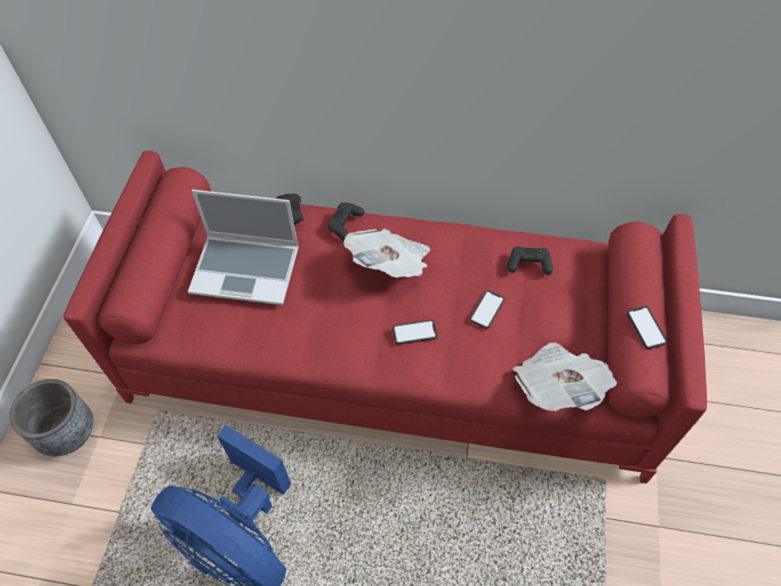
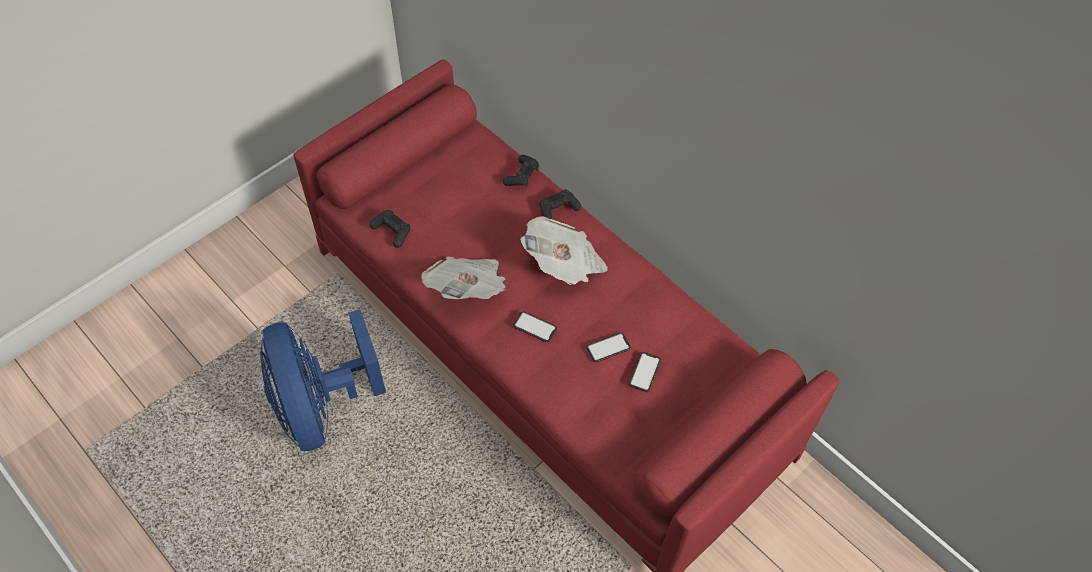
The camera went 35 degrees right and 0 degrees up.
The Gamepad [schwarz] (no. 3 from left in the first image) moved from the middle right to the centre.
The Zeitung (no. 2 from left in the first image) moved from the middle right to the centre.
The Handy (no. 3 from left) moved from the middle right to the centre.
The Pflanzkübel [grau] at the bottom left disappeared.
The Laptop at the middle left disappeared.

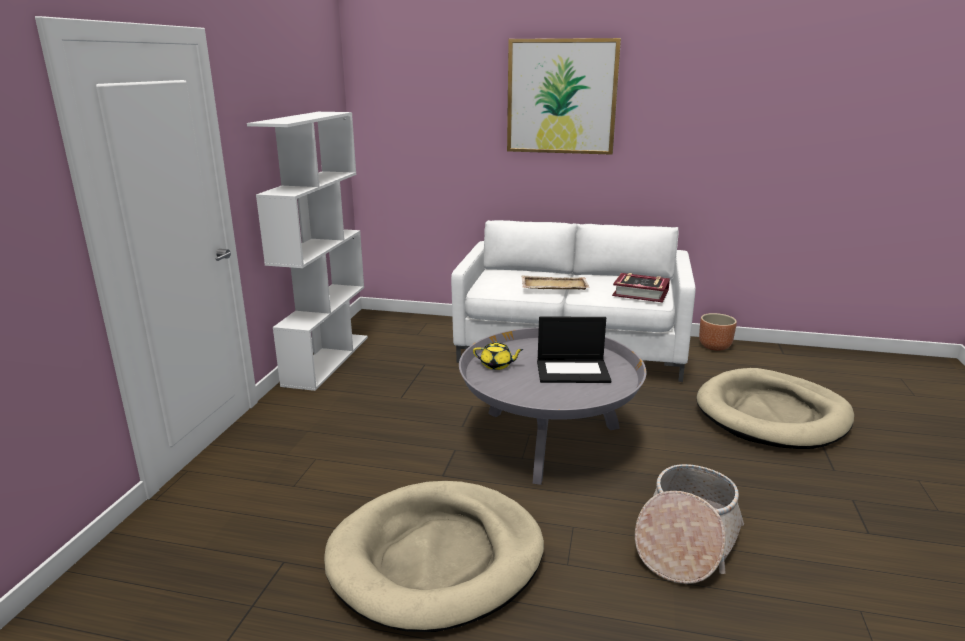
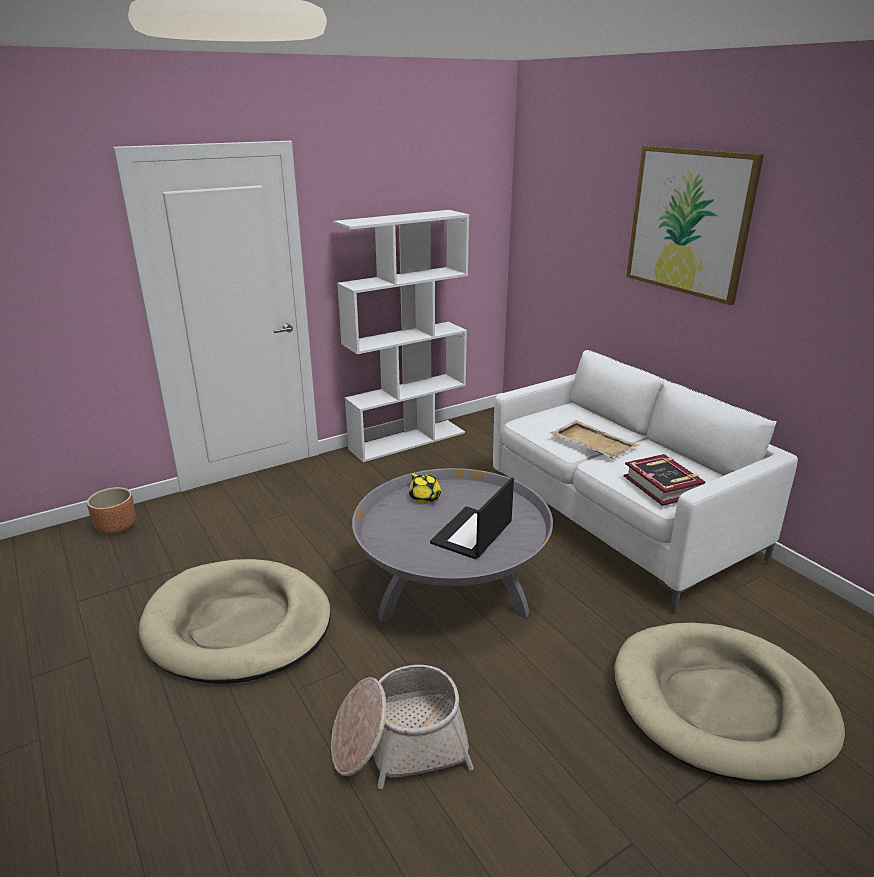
The camera went 45 degrees right and 5 degrees up.
The Pflanzkübel [braun] moved from the middle right to the middle left.
The Laptop at the centre turned 75 degrees clockwise.

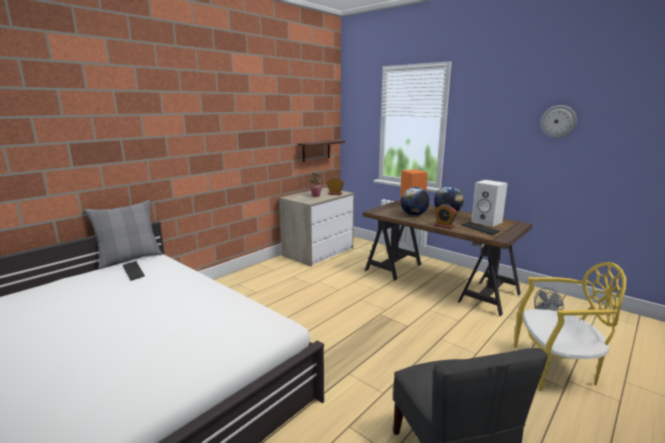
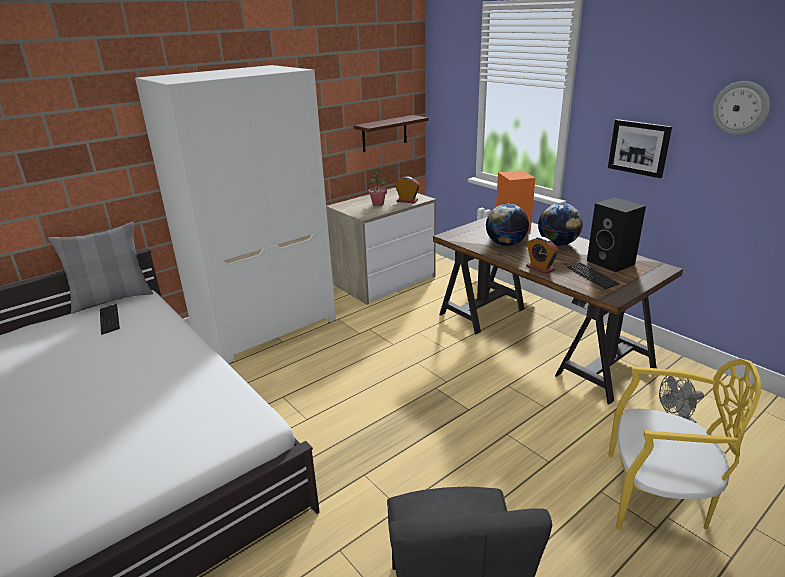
The camera went 10 degrees right and 10 degrees up.
The Kleiderschrank [weiß] at the middle left appeared.
The Lautsprecher [weiß] at the middle right became the Lautsprecher [schwarz] at the middle right.
The Bild at the top right appeared.

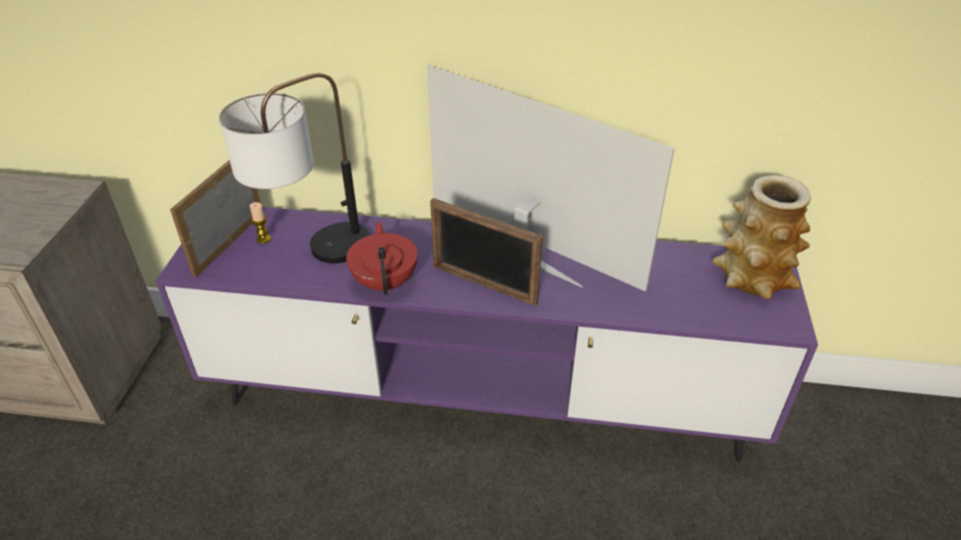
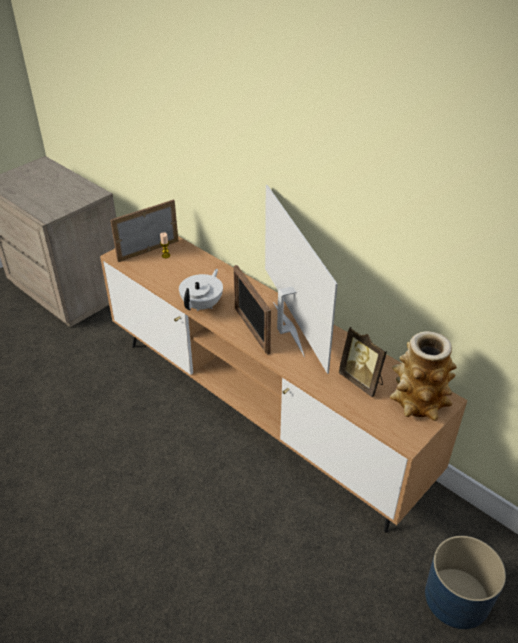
The camera went 35 degrees right and 0 degrees up.
The Fernsehschrank [lila] at the centre became the Fernsehschrank [braun] at the centre.
The Teekanne [rot] at the centre became the Teekanne [weiß] at the centre.
The Bilderrahmen (no. 3 from left) at the middle right appeared.
The Pflanzkübel [blau] at the bottom right appeared.
The Tischlampe at the top left disappeared.

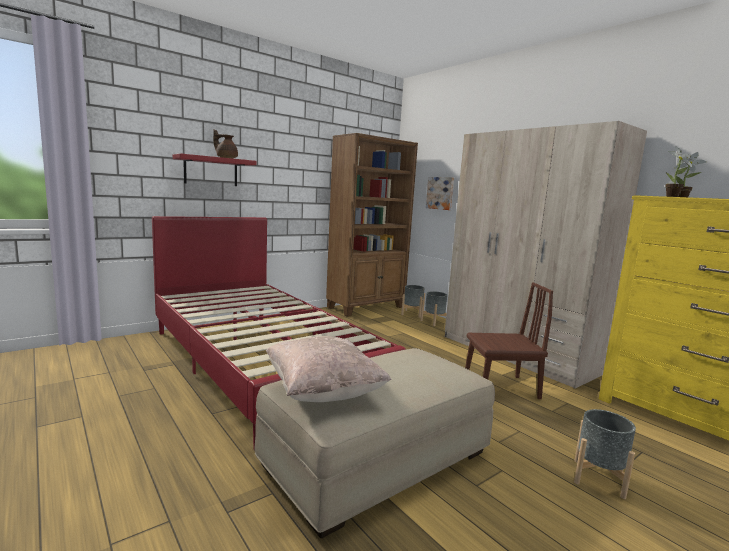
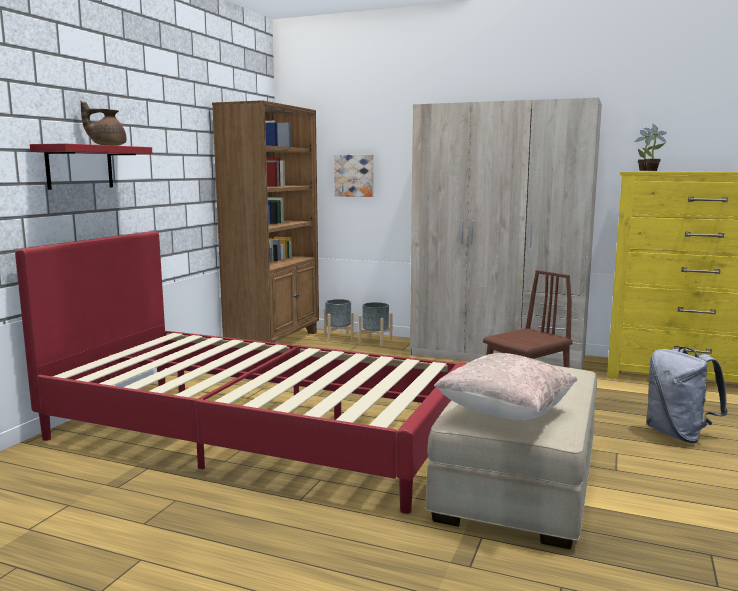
The camera went 30 degrees left and 0 degrees up.
The Pflanzkübel [grau] (no. 3 from left) at the bottom right was replaced by the Rucksack [grau] at the bottom right.

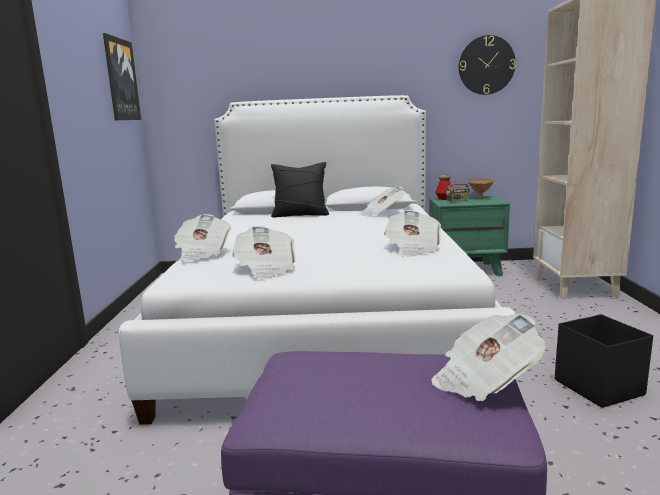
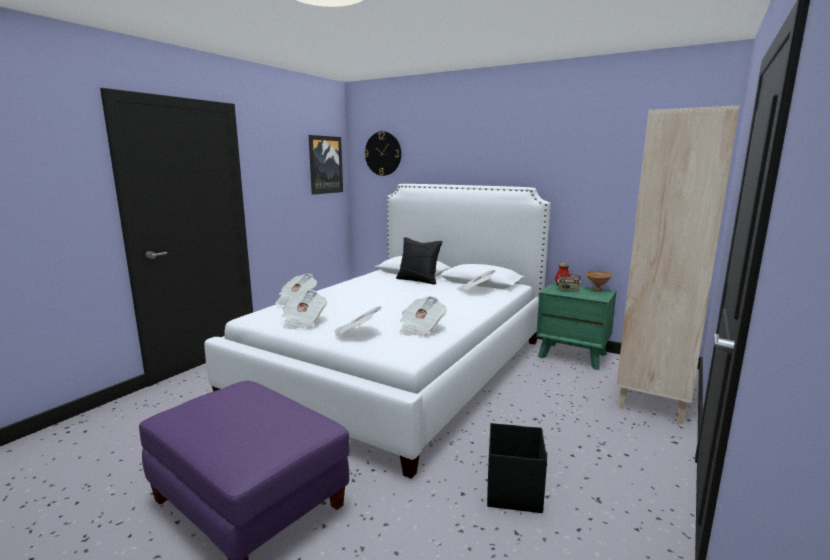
The camera went 30 degrees right and 0 degrees up.
The Zeitung (no. 5 from left in the first image) moved from the bottom right to the centre.
The Wanduhr moved from the top right to the top centre.

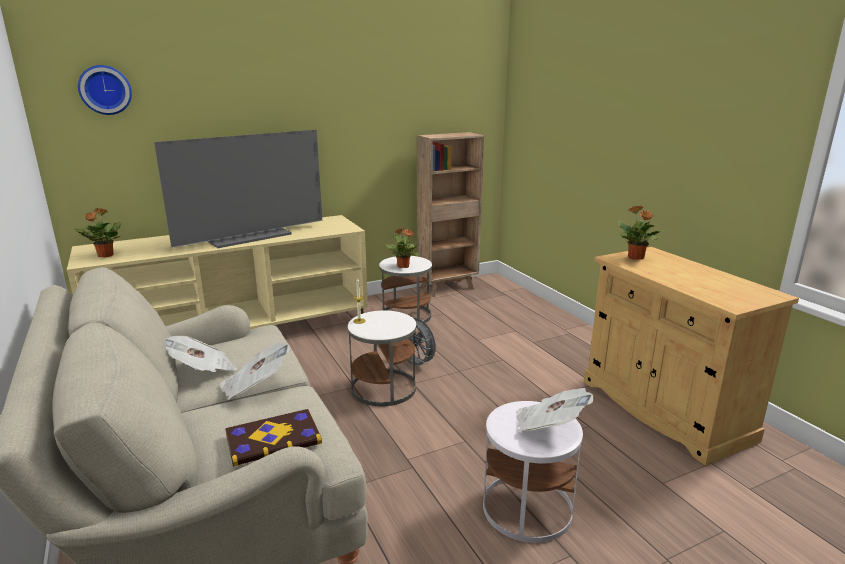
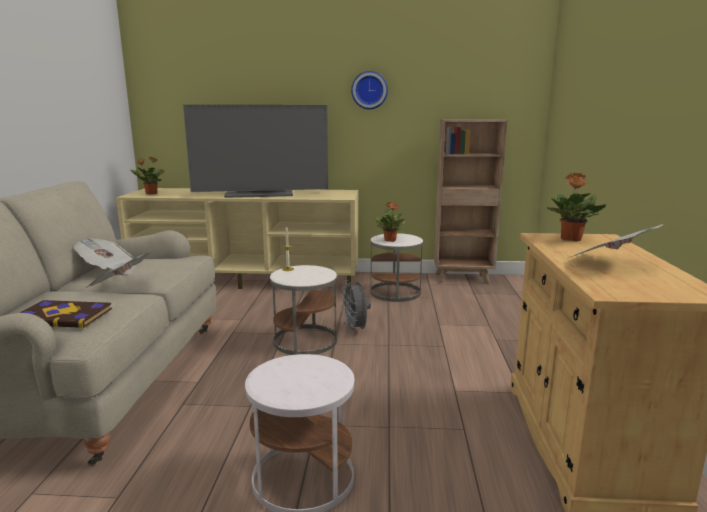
The camera went 30 degrees right and 5 degrees down.
The Wanduhr moved from the top left to the top centre.
The Zeitung (no. 3 from left) moved from the bottom centre to the middle right.

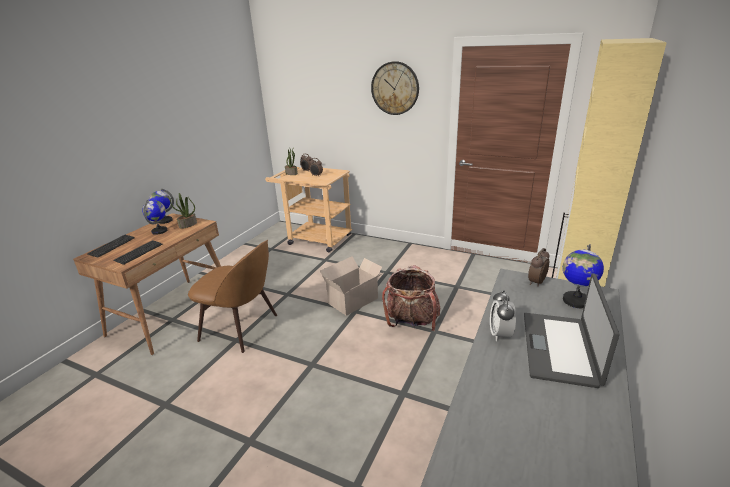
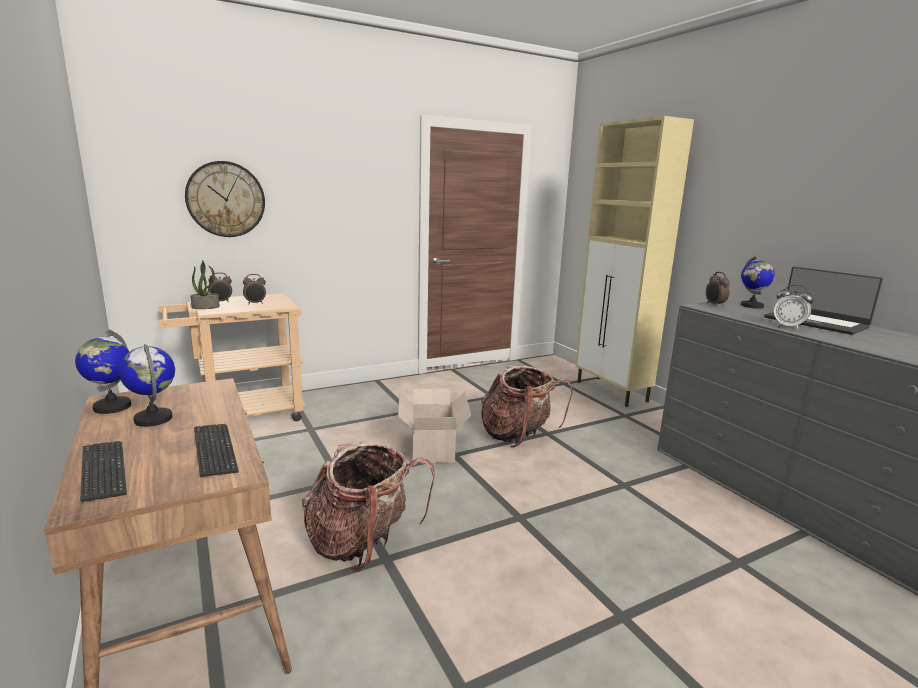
The camera went 55 degrees left and 10 degrees down.
The Wanduhr moved from the top centre to the top left.
The Stuhl [braun] at the middle left was replaced by the Rucksack (no. 1 from left) at the bottom centre.
The Topfpflanze (no. 1 from left) at the middle left disappeared.

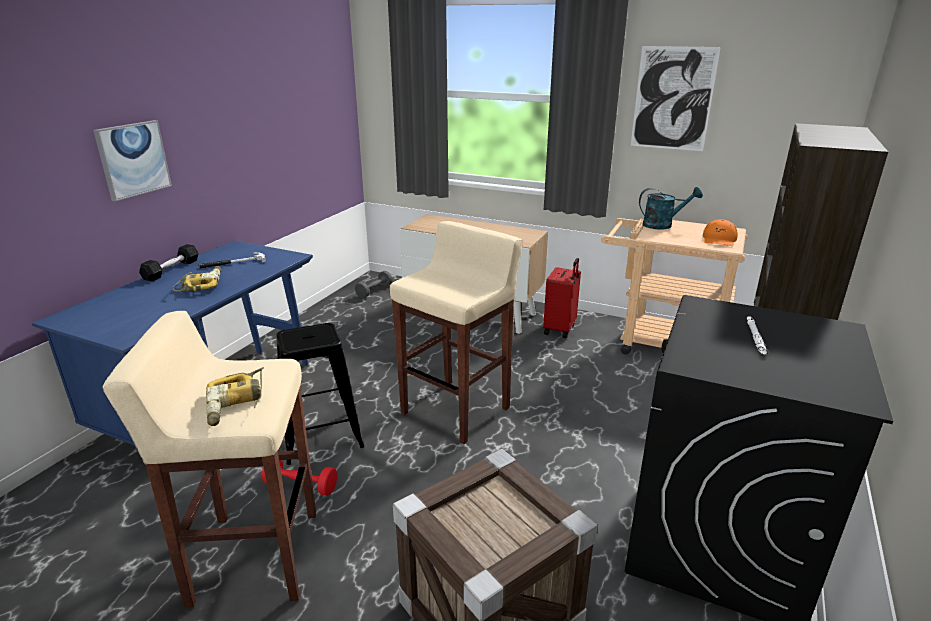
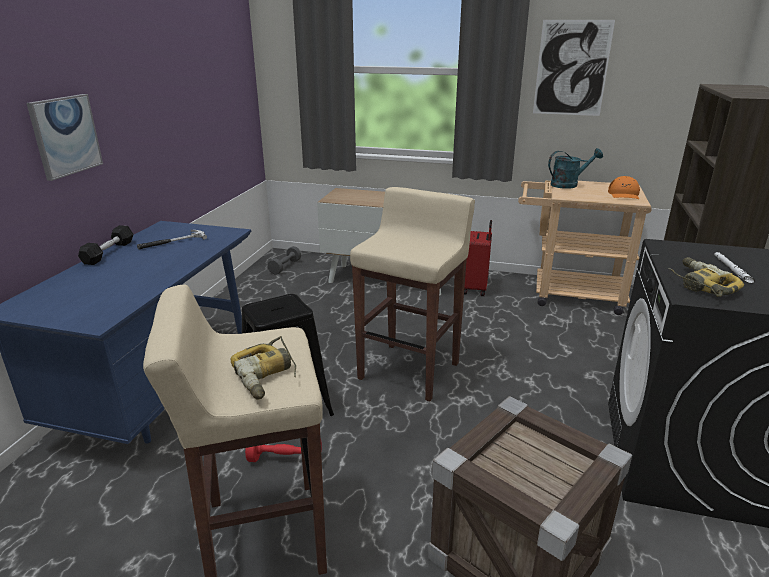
The camera went 10 degrees left and 0 degrees up.
The Bohrmaschine (no. 1 from left in the first image) moved from the middle left to the middle right.

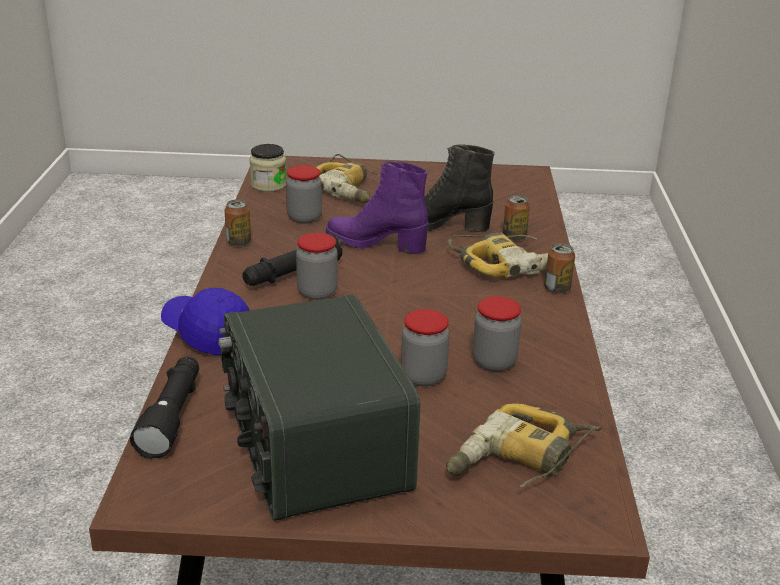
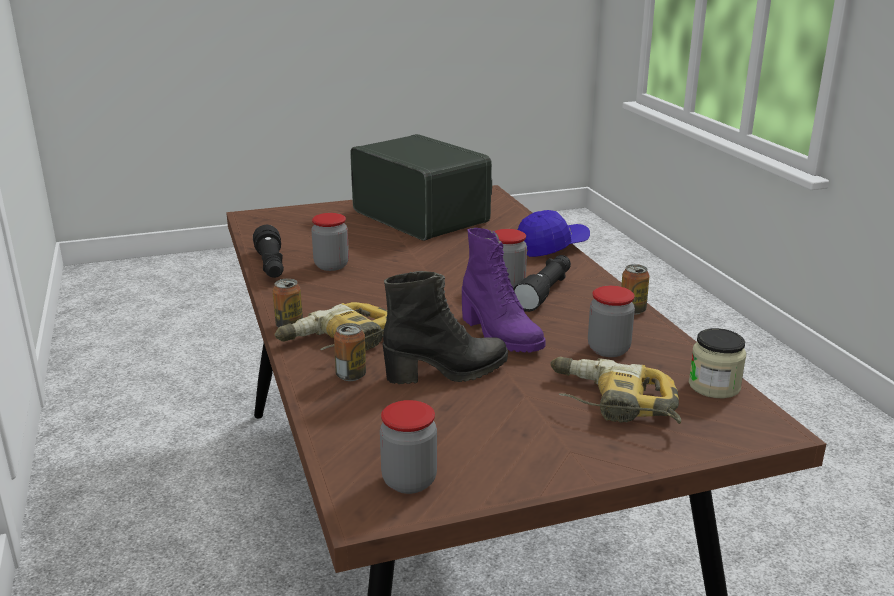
The camera went 160 degrees right and 5 degrees down.
The Taschenlampe [schwarz] (no. 1 from left) moved from the bottom left to the middle left.
The Vorratsglas (no. 4 from left in the first image) moved from the centre to the bottom centre.
The Stiefel [lila] at the centre turned 60 degrees clockwise.
The Kappe [blau] at the middle left turned 45 degrees counterclockwise.
The Bohrmaschine (no. 3 from left) at the bottom right disappeared.

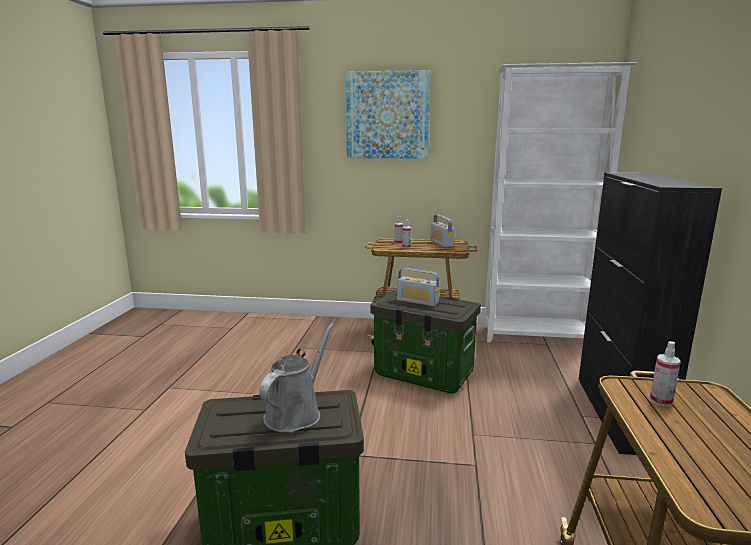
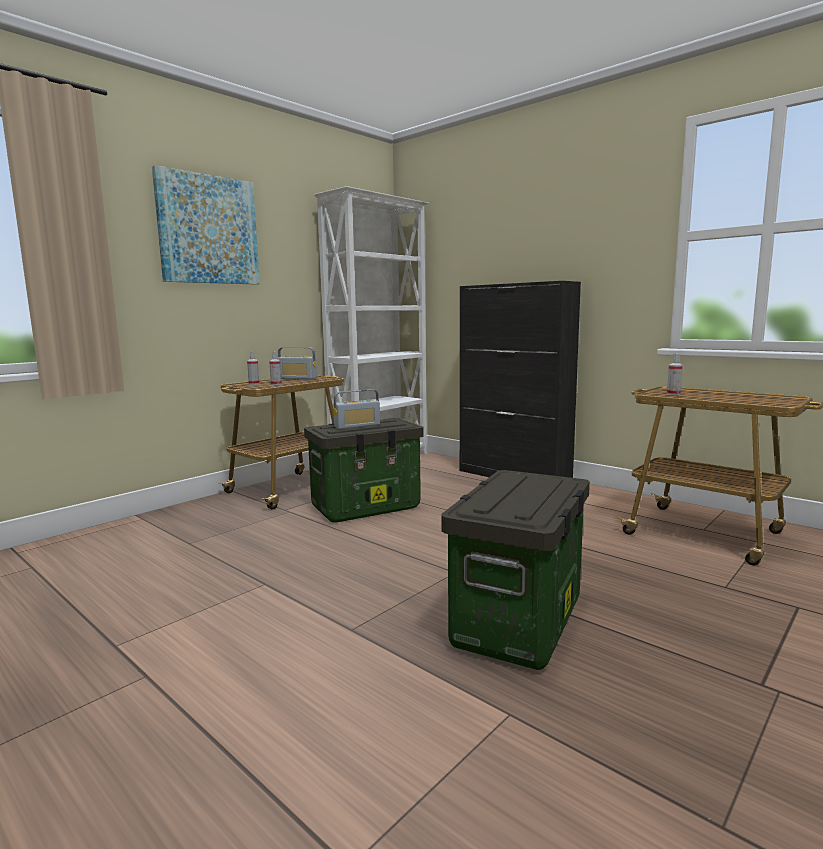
The camera went 55 degrees left and 5 degrees down.
The Gießkanne [grau] at the bottom centre disappeared.

